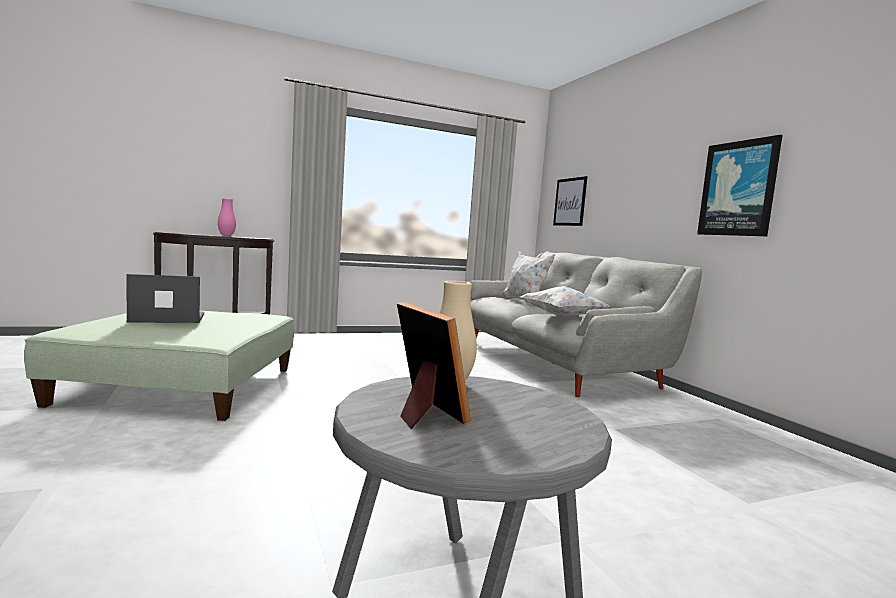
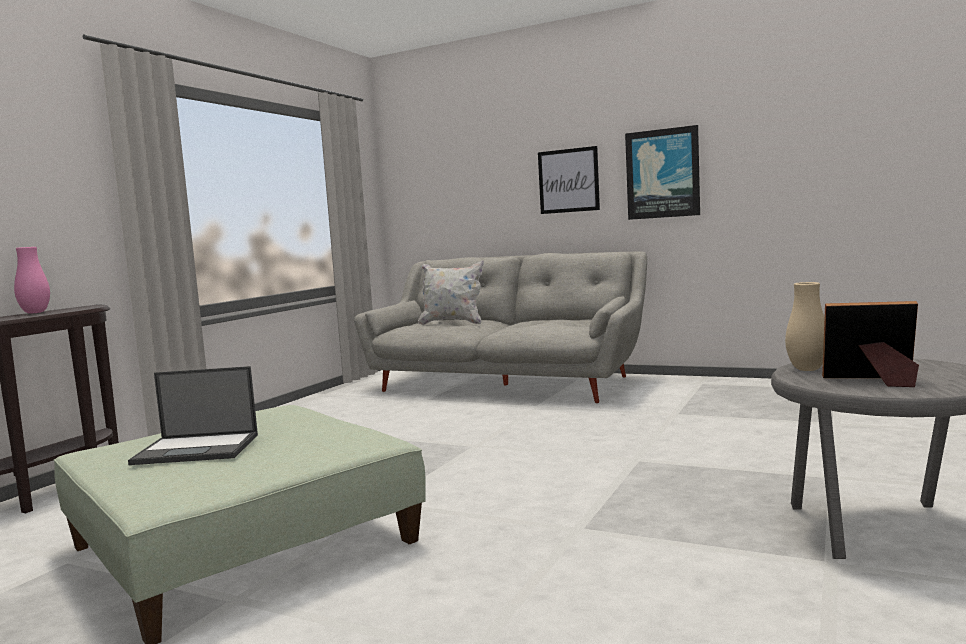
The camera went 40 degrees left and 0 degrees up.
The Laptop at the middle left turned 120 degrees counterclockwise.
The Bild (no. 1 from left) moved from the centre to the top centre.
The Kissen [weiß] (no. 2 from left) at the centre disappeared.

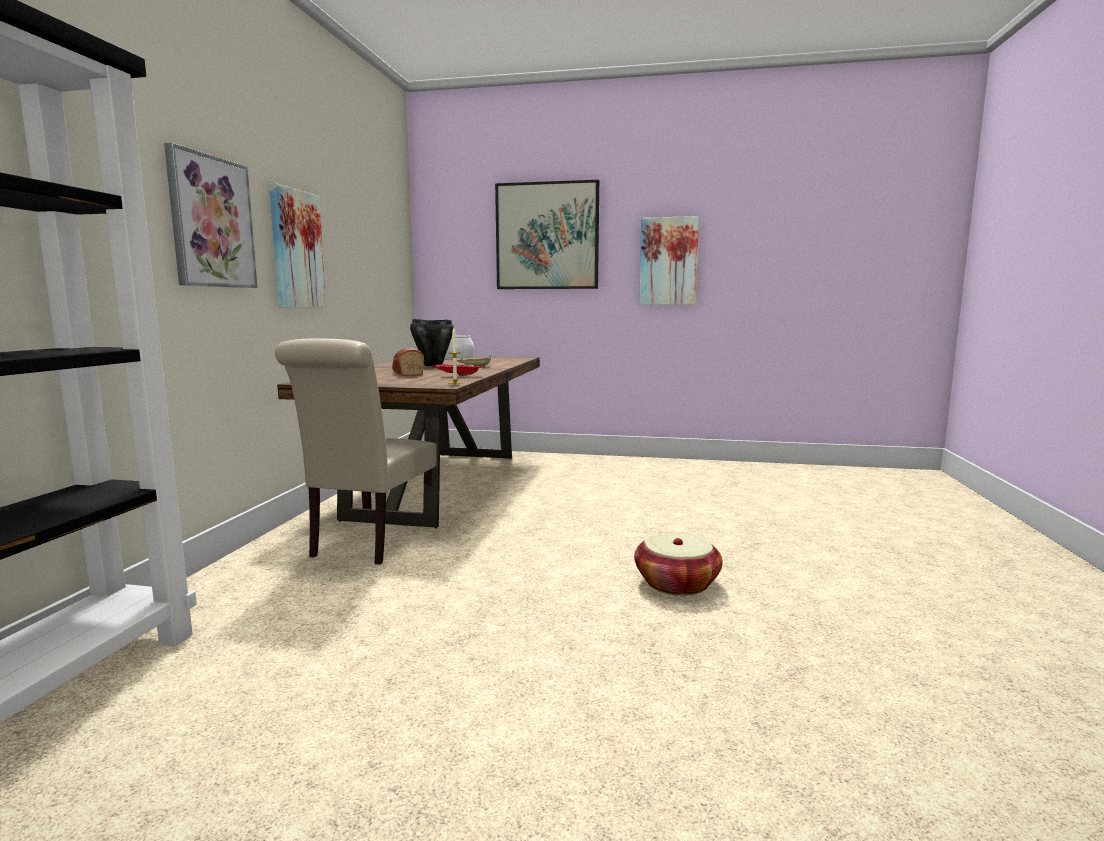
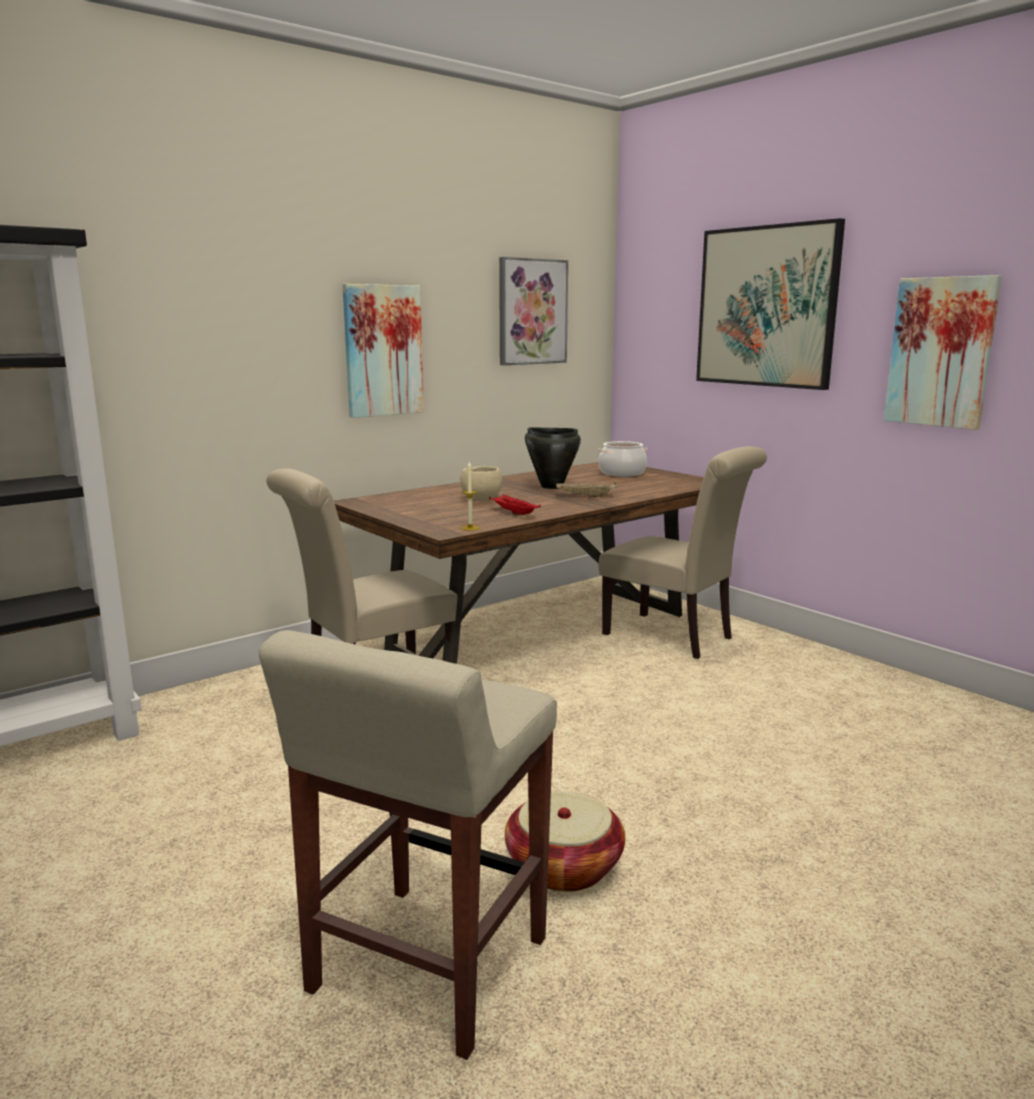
The camera went 40 degrees right and 5 degrees up.
The Hocker [beige] at the bottom centre appeared.
The Brot at the centre was replaced by the Schüssel [beige] at the centre.
The Bild (no. 1 from left in the first image) moved from the top left to the top centre.
The Stuhl [beige] (no. 2 from left) at the centre appeared.

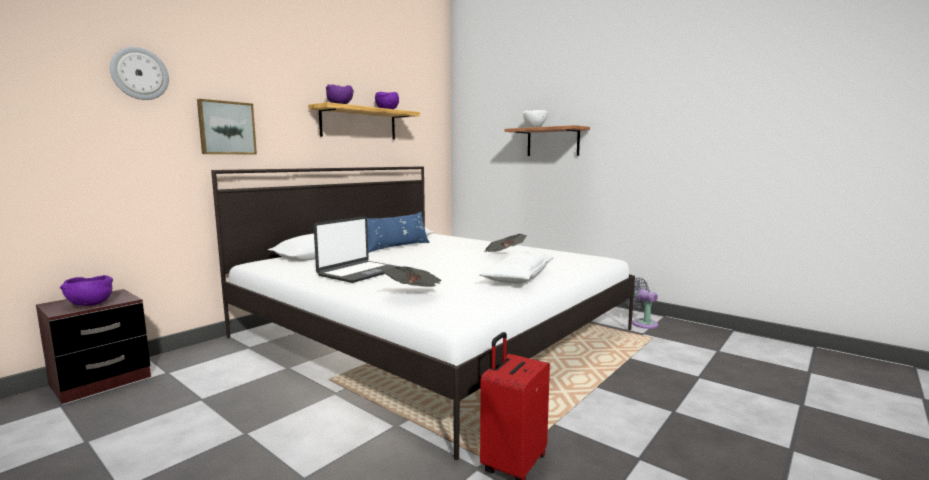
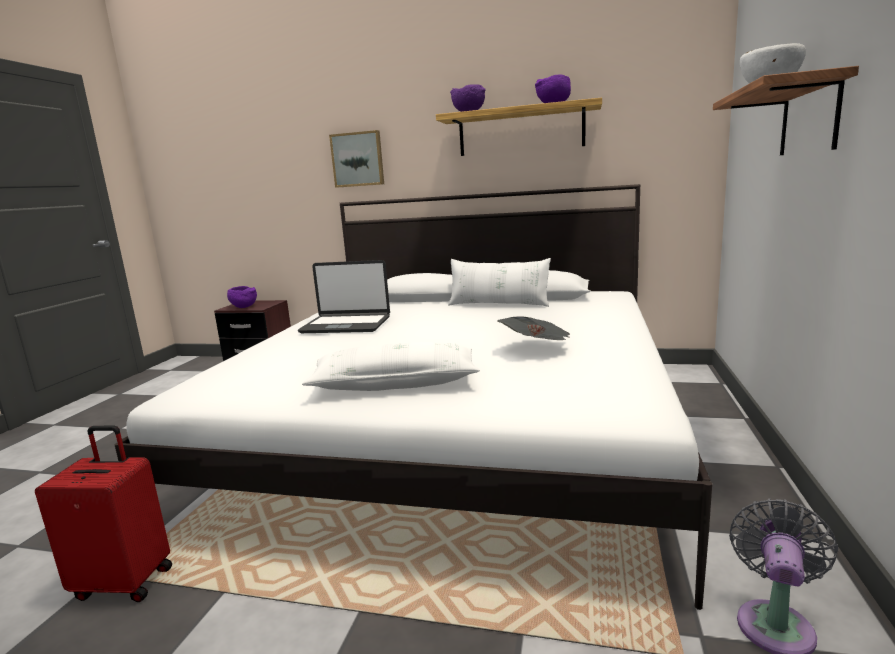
The camera went 65 degrees right and 5 degrees up.
The Kissen [blau] at the centre became the Kissen [weiß] (no. 2 from left) at the centre.
The Wanduhr at the top left disappeared.
The Zeitung (no. 1 from left) at the centre disappeared.

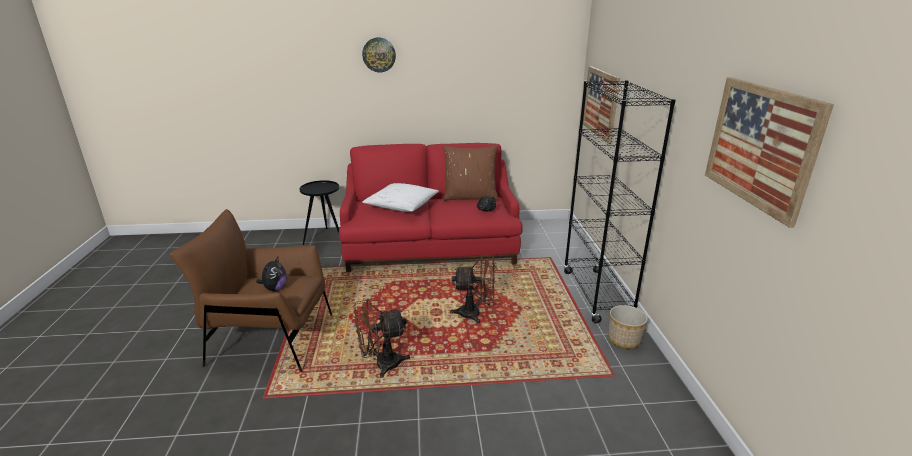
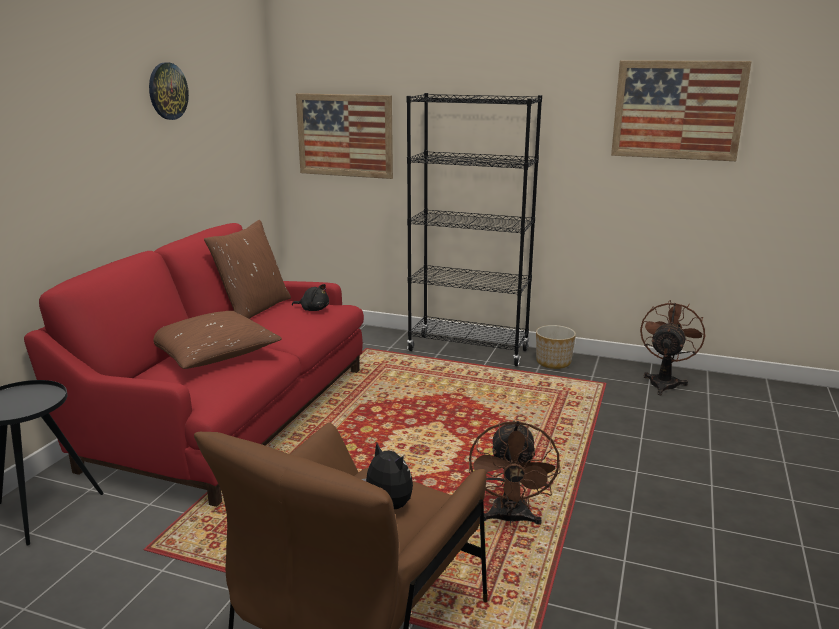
The camera went 65 degrees left and 5 degrees down.
The Wanduhr moved from the top centre to the top left.
The Kissen [weiß] at the centre became the Kissen [braun] (no. 1 from left) at the middle left.
The Ventilator [braun] (no. 2 from left) moved from the centre to the middle right.

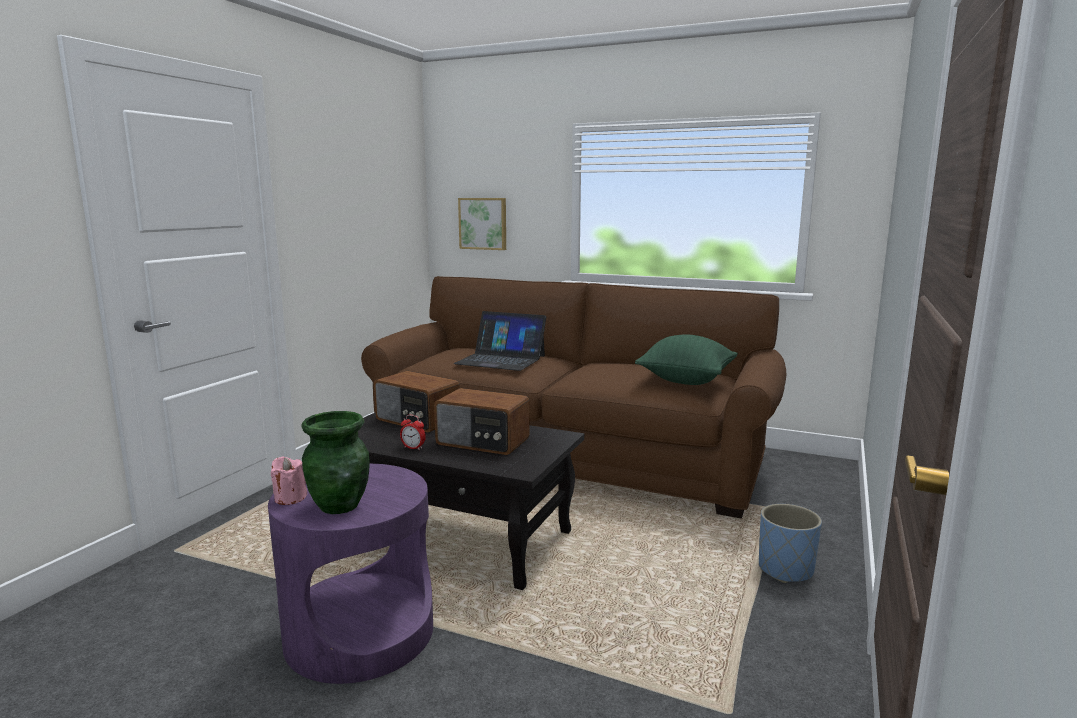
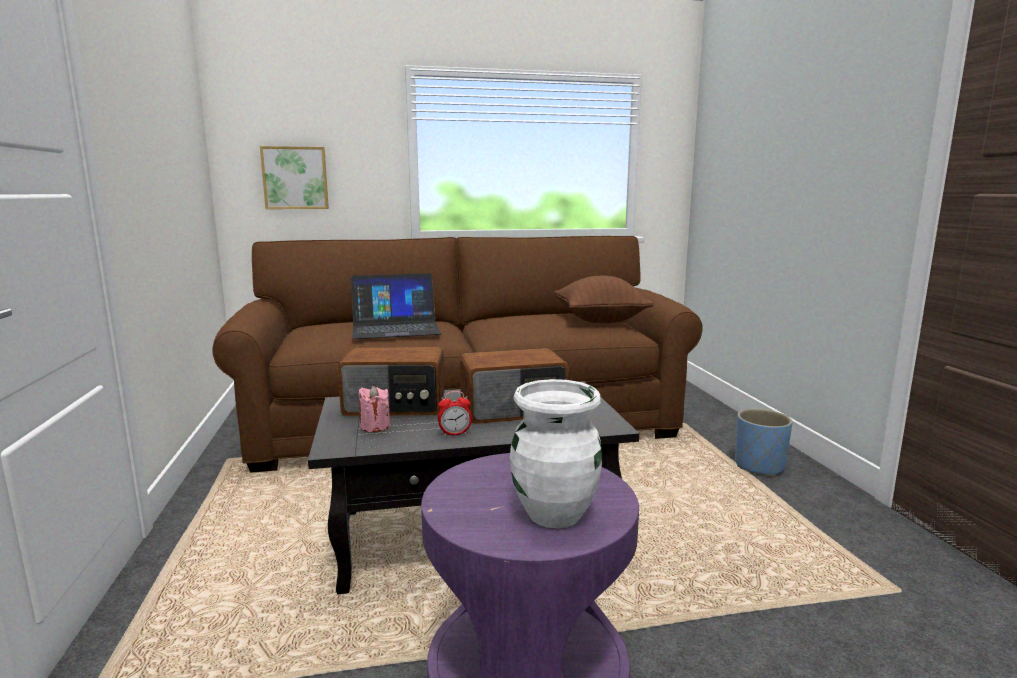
The camera went 35 degrees left and 0 degrees up.
The Kerze [rosa] moved from the bottom left to the centre.
The Vase [grün] at the middle left became the Vase [weiß] at the bottom centre.
The Kissen [grün] at the centre became the Kissen [braun] at the centre.

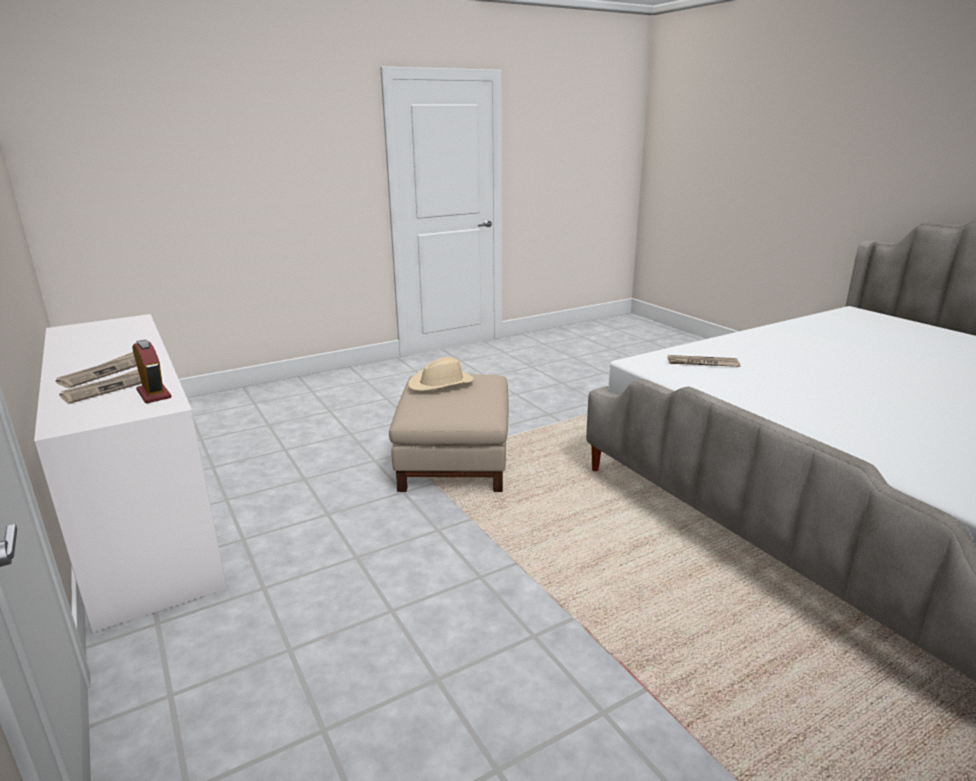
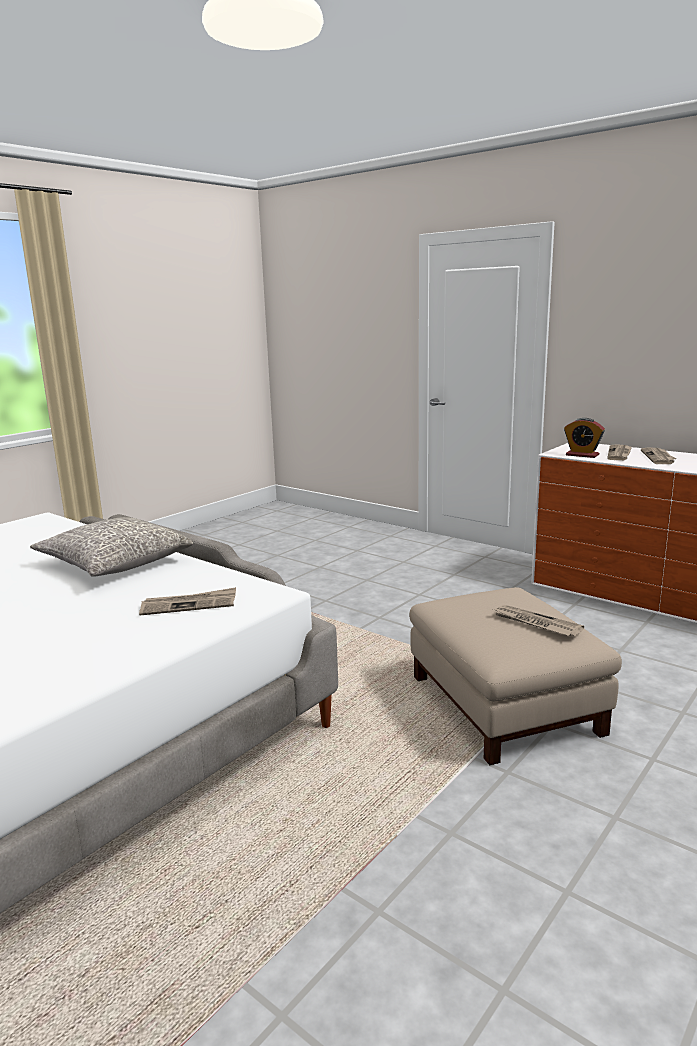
The camera went 160 degrees right and 5 degrees down.
The Kissen [grau] at the middle left appeared.
The Hut [beige] at the centre was replaced by the Zeitung (no. 2 from left) at the middle right.

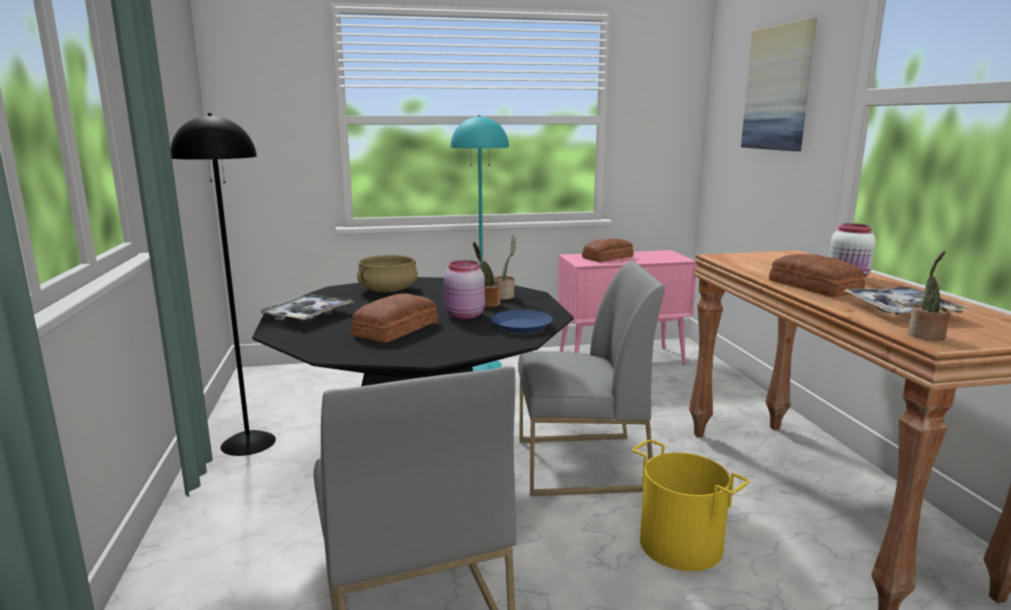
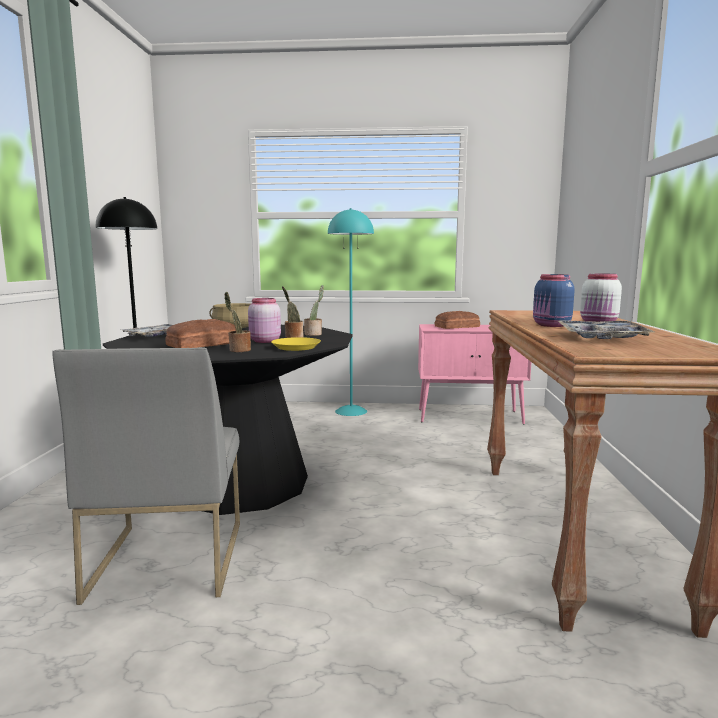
The camera went 15 degrees right and 5 degrees down.
The Topfpflanze (no. 3 from left in the first image) moved from the middle right to the middle left.
The Teller [blau] at the centre became the Teller [gelb] at the centre.
The Brot (no. 3 from left) at the middle right was replaced by the Vorratsglas [blau] at the middle right.
The Stuhl [grau] (no. 2 from left) at the centre disappeared.
The Eimer [gelb] at the bottom right disappeared.
The Bild at the top right disappeared.

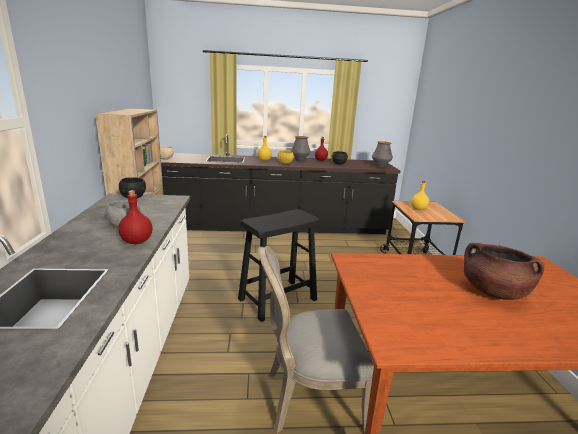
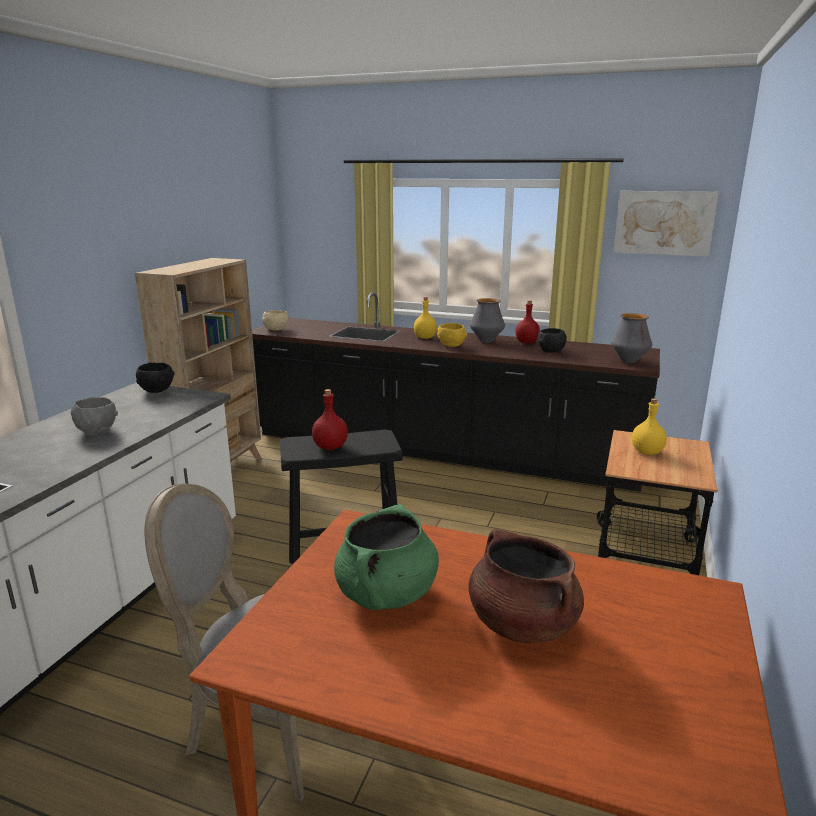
The camera went 25 degrees right and 0 degrees up.
The Flasche [rot] (no. 1 from left) moved from the middle left to the centre.
The Kochtopf [grün] at the bottom centre appeared.
The Bild at the top right appeared.

